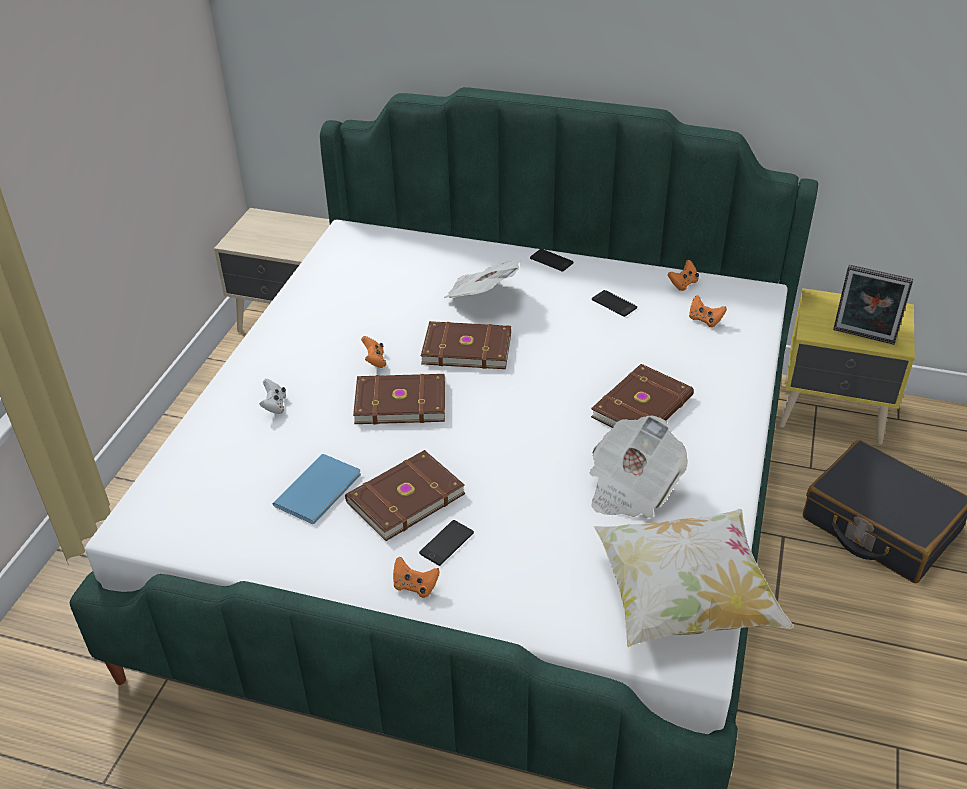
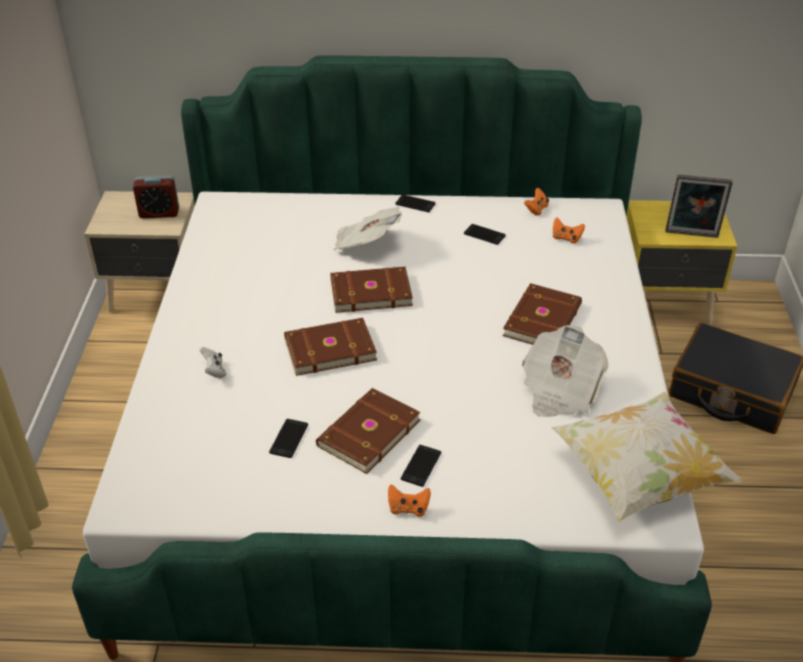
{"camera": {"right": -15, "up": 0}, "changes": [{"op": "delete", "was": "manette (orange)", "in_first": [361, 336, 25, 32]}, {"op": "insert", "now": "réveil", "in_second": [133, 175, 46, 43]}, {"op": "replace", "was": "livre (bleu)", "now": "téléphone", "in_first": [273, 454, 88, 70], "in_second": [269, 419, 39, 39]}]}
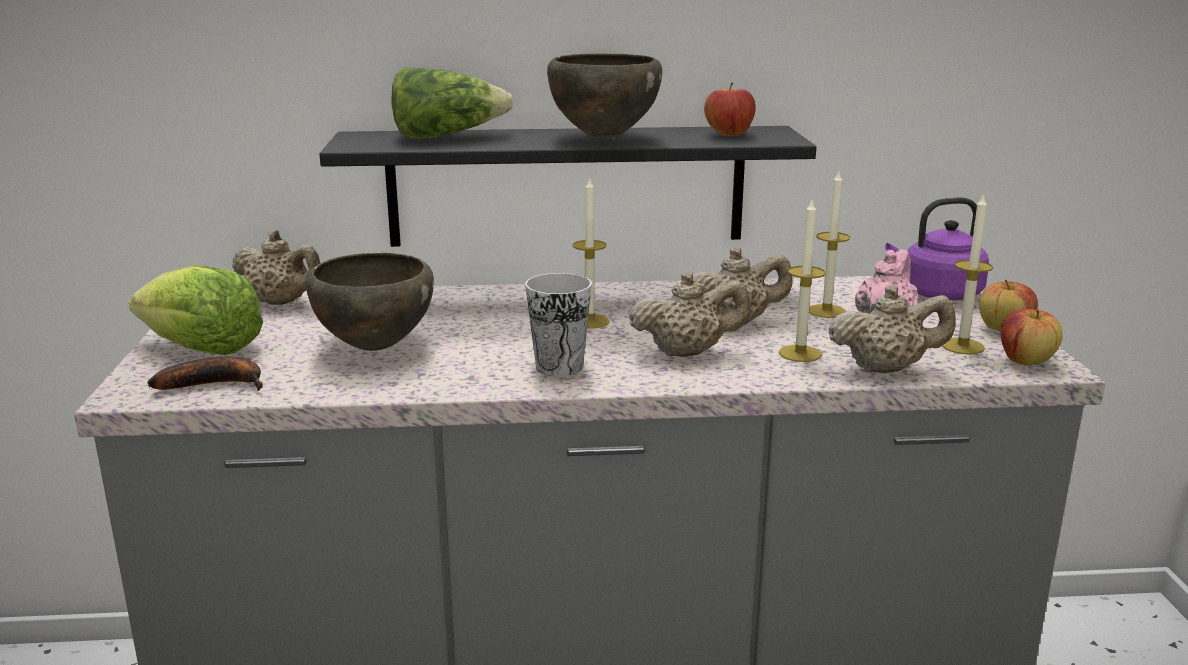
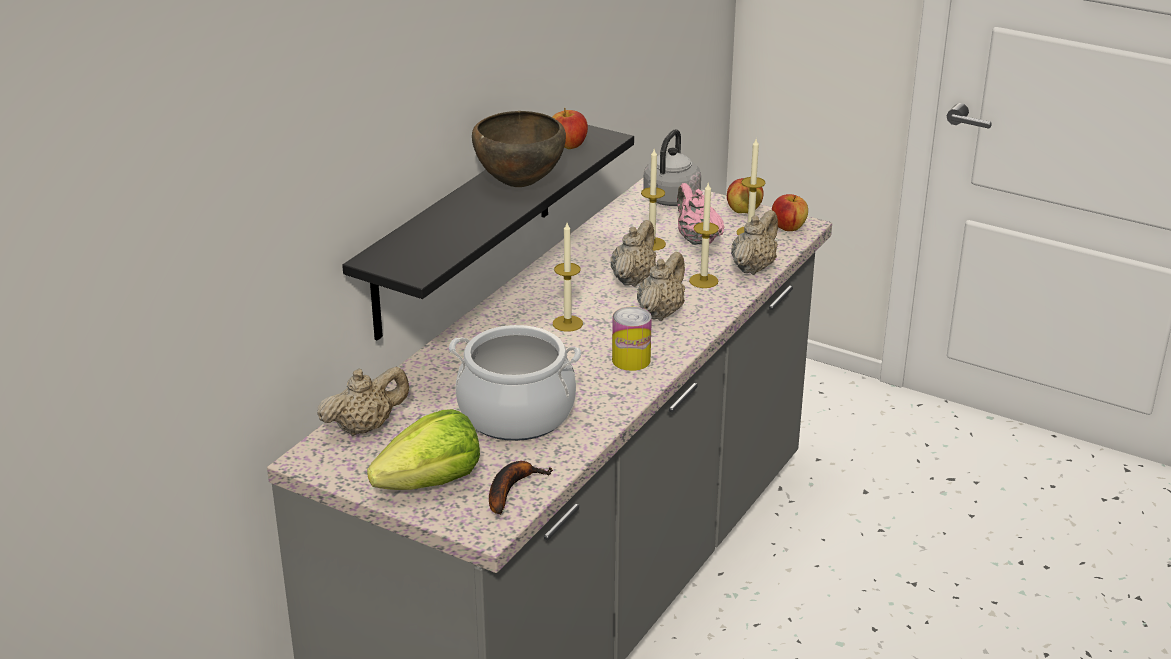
{"camera": {"right": -55, "up": 10}, "changes": [{"op": "delete", "was": "laitue", "in_first": [391, 68, 123, 71]}, {"op": "replace", "was": "bol (marron)", "now": "marmite", "in_first": [306, 253, 128, 98], "in_second": [449, 325, 132, 116]}, {"op": "replace", "was": "tasse", "now": "boîte métallique", "in_first": [525, 273, 67, 103], "in_second": [612, 307, 40, 64]}, {"op": "recolor", "was": "bouilloire (violet)", "now": "bouilloire (gris)", "in_first": [885, 197, 104, 104], "in_second": [643, 129, 58, 77]}]}
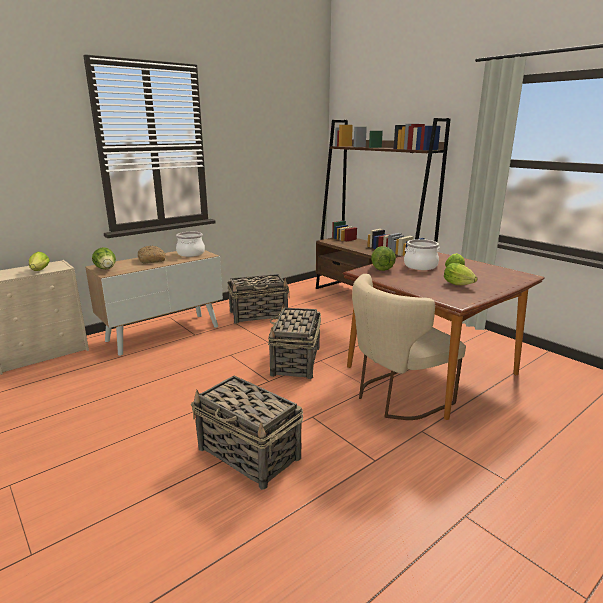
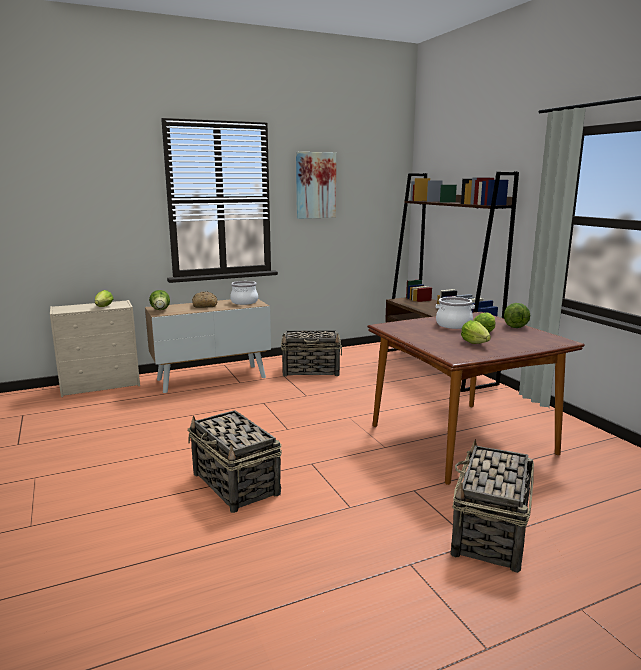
{"camera": {"right": 15, "up": -5}, "changes": [{"op": "delete", "was": "chaise (beige)", "in_first": [352, 274, 114, 146]}, {"op": "insert", "now": "tableau", "in_second": [296, 152, 40, 67]}, {"op": "move", "was": "panier", "in_first": [268, 303, 53, 76], "in_second": [451, 439, 83, 134]}, {"op": "move", "was": "laitue", "in_first": [371, 246, 25, 25], "in_second": [504, 303, 26, 25]}]}
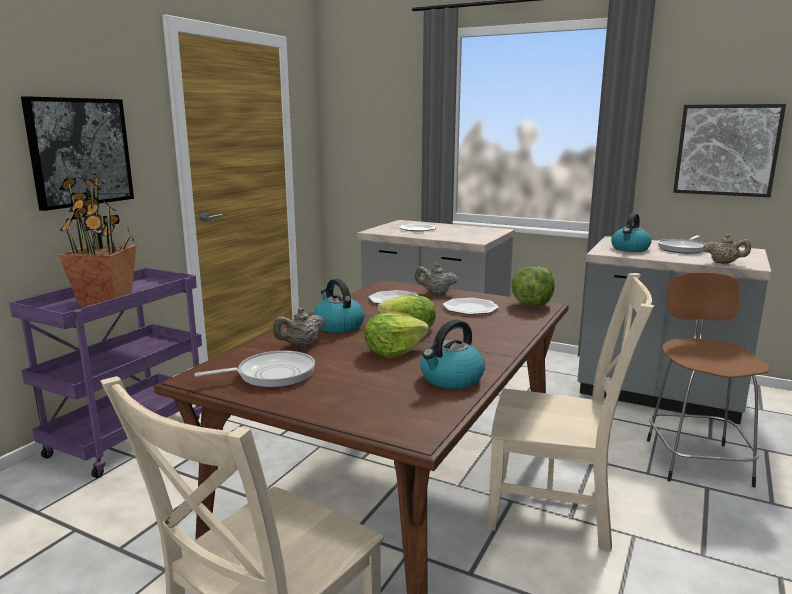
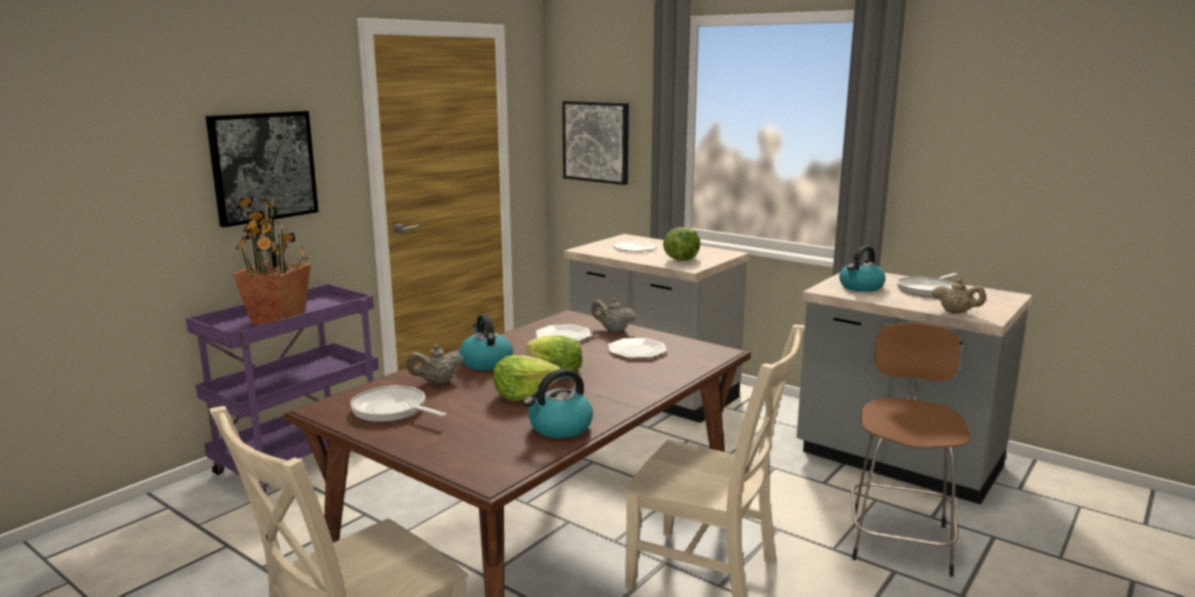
{"camera": {"right": 10, "up": 0}, "changes": [{"op": "move", "was": "laitue", "in_first": [511, 267, 44, 39], "in_second": [663, 227, 37, 34]}, {"op": "move", "was": "tableau", "in_first": [673, 104, 113, 93], "in_second": [562, 101, 67, 84]}, {"op": "rotate", "was": "poêle", "in_first": [194, 351, 121, 37], "in_second": [350, 386, 96, 36], "clockwise": -135}]}
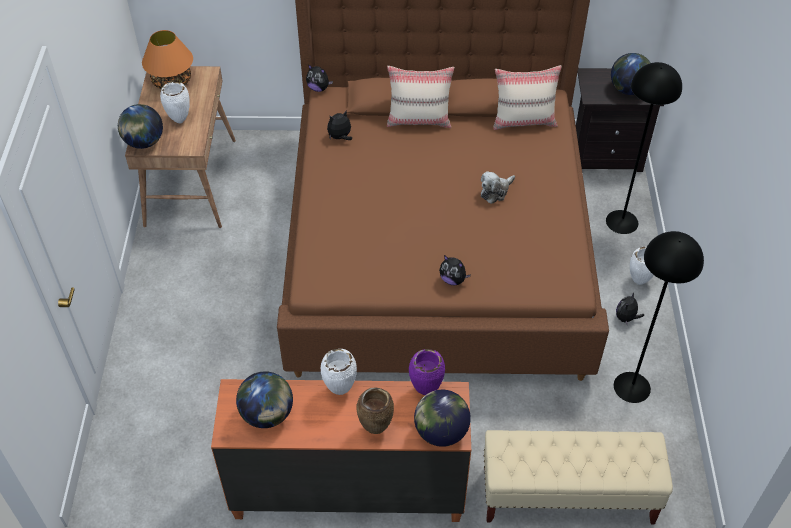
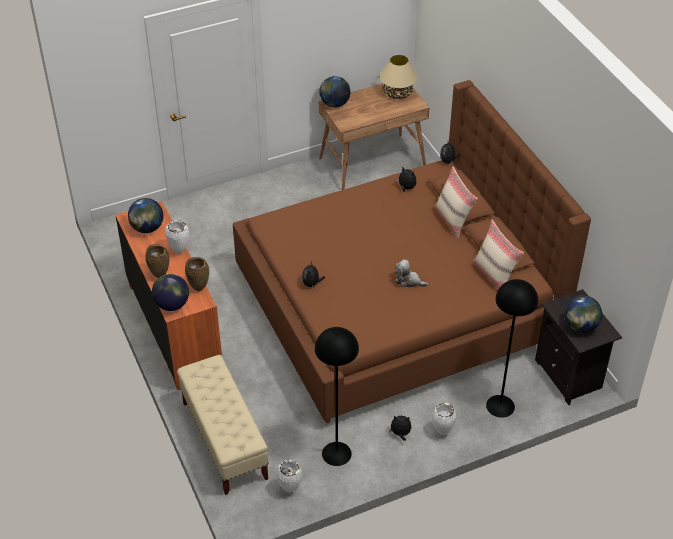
{"camera": {"right": 65, "up": -5}, "changes": [{"op": "move", "was": "vase (blanc)", "in_first": [160, 82, 30, 41], "in_second": [277, 460, 25, 33]}, {"op": "recolor", "was": "lampe de table (orange)", "now": "lampe de table (beige)", "in_first": [142, 30, 51, 59], "in_second": [380, 55, 37, 44]}, {"op": "recolor", "was": "vase (violet)", "now": "vase (marron)", "in_first": [409, 349, 36, 46], "in_second": [185, 257, 24, 34]}]}
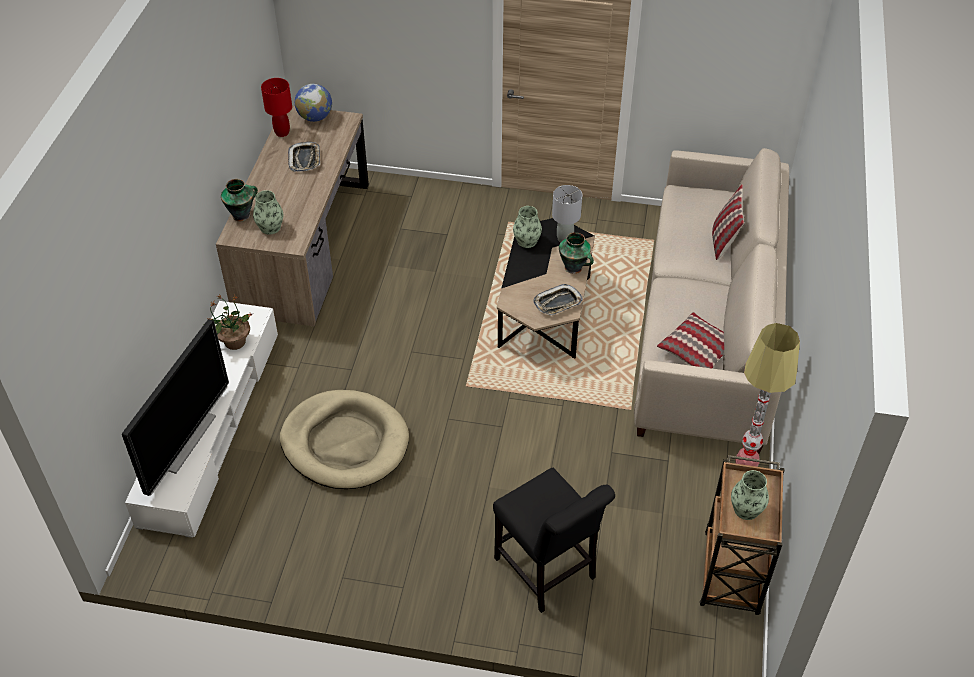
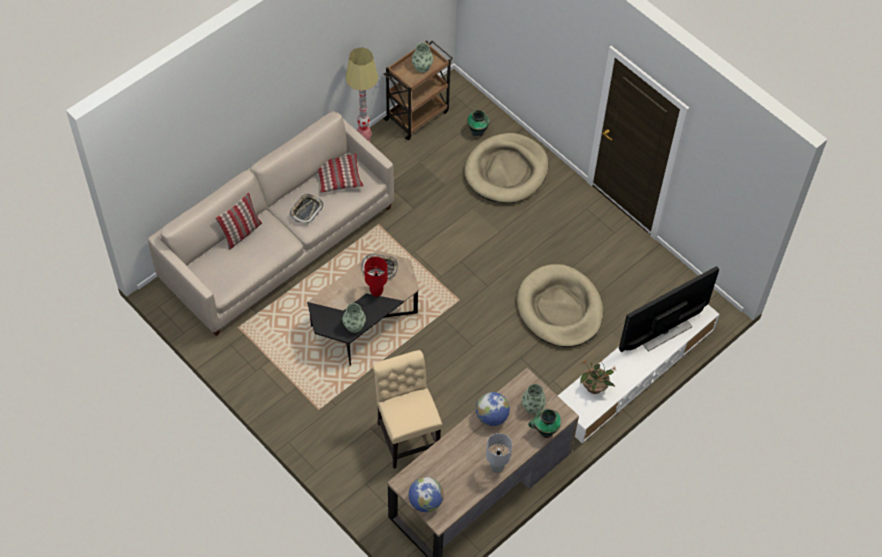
{"camera": {"right": -145, "up": 10}, "changes": [{"op": "insert", "now": "chaise (beige)", "in_second": [373, 350, 69, 119]}, {"op": "insert", "now": "globe", "in_second": [476, 392, 34, 34]}, {"op": "move", "was": "lampe de table (rouge)", "in_first": [261, 78, 31, 59], "in_second": [364, 257, 24, 40]}, {"op": "move", "was": "plateau", "in_first": [288, 142, 32, 30], "in_second": [290, 194, 33, 30]}, {"op": "move", "was": "lampe de table (gris)", "in_first": [552, 185, 30, 58], "in_second": [486, 433, 26, 40]}, {"op": "move", "was": "vase", "in_first": [559, 233, 35, 41], "in_second": [467, 110, 23, 27]}, {"op": "replace", "was": "chaise (noir)", "now": "panier pour chien (beige)", "in_first": [493, 467, 122, 146], "in_second": [464, 133, 85, 70]}]}
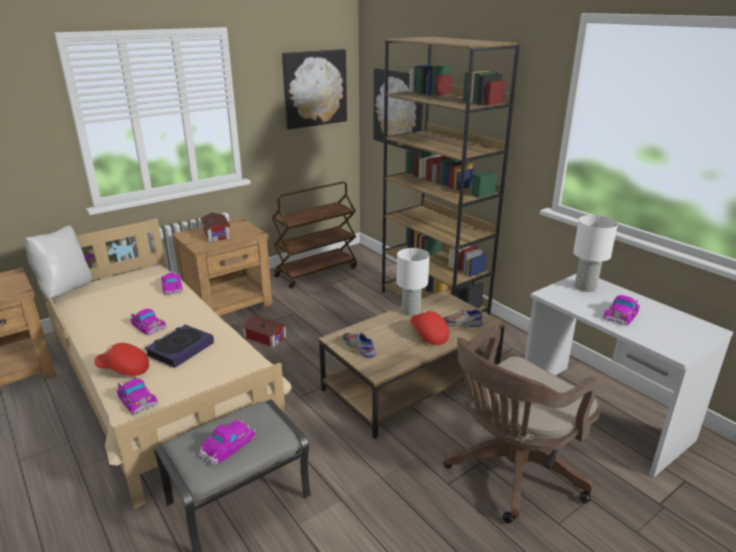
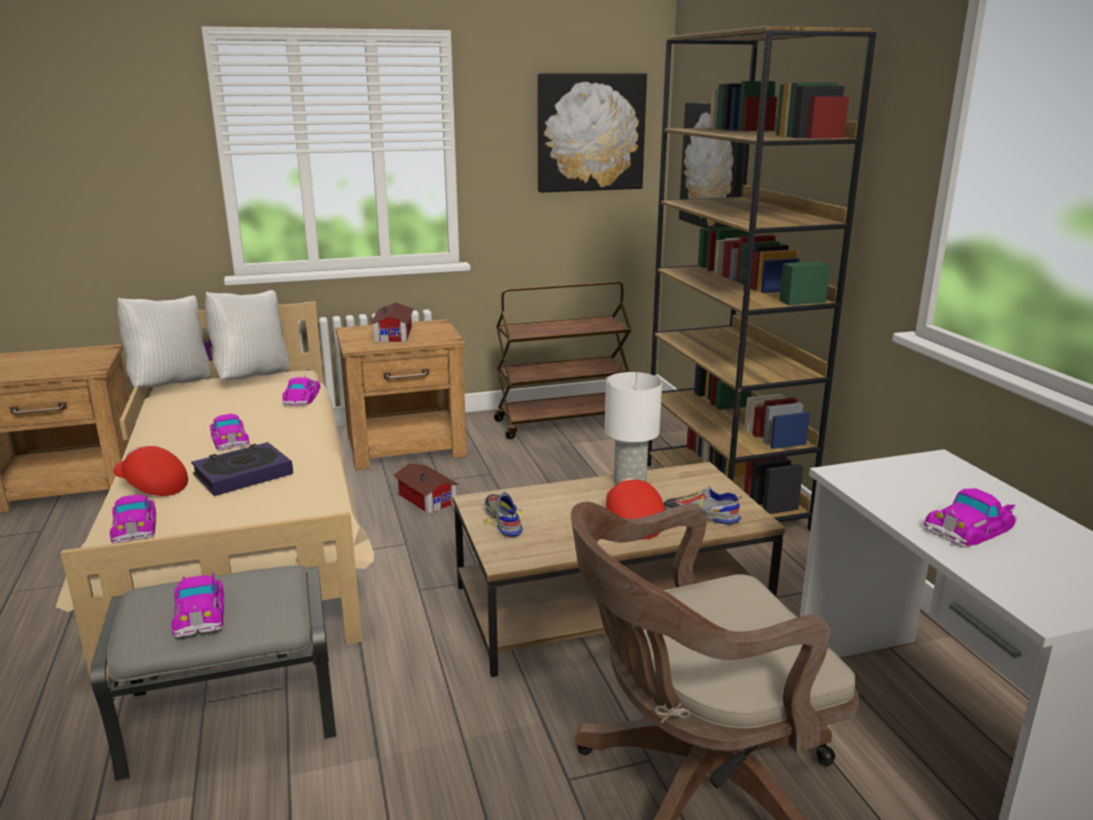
{"camera": {"right": 20, "up": -5}, "changes": [{"op": "delete", "was": "lampe de table (blanc)", "in_first": [573, 215, 45, 77]}, {"op": "insert", "now": "coussin (blanc)", "in_second": [205, 290, 85, 90]}, {"op": "rotate", "was": "petite voiture", "in_first": [198, 419, 57, 45], "in_second": [171, 571, 53, 66], "clockwise": 105}]}
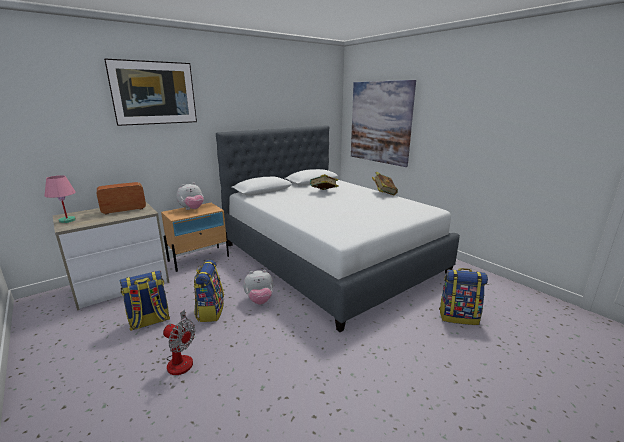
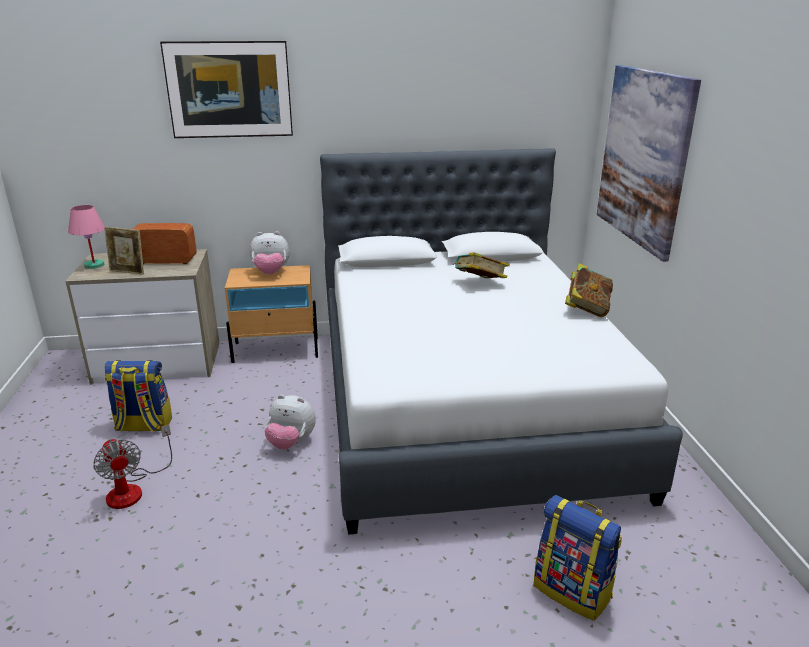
{"camera": {"right": 30, "up": 5}, "changes": [{"op": "delete", "was": "sac à dos", "in_first": [194, 260, 30, 62]}, {"op": "insert", "now": "cadre photo", "in_second": [104, 226, 40, 49]}]}
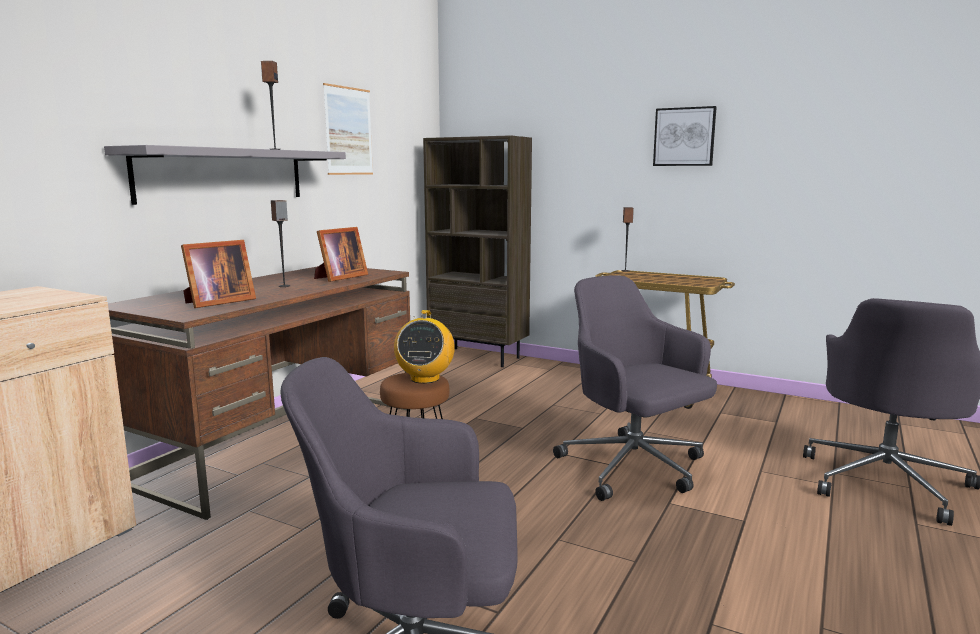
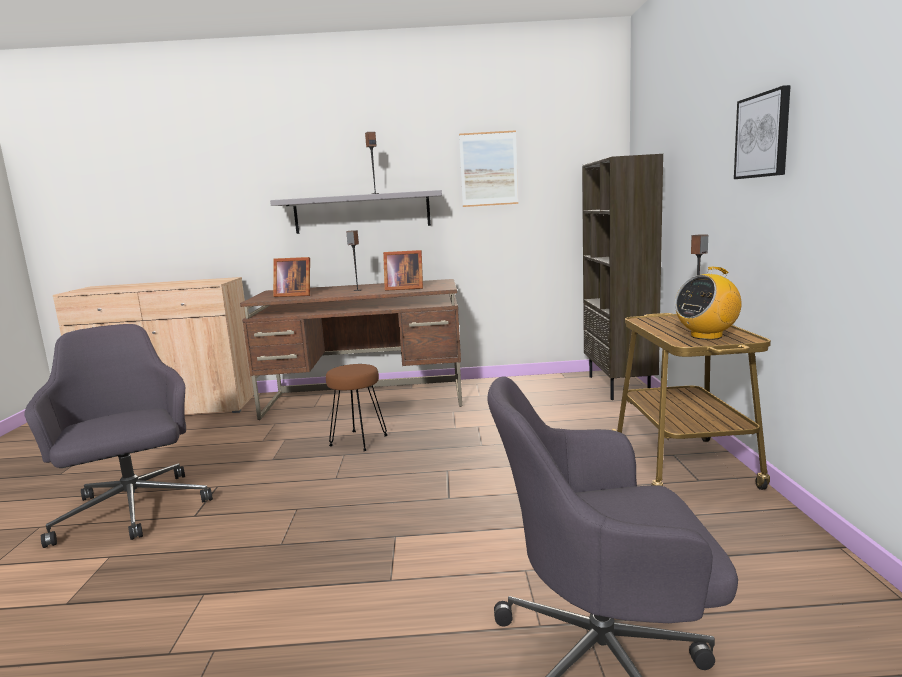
{"camera": {"right": 60, "up": 0}, "changes": [{"op": "delete", "was": "chaise de bureau (gris)", "in_first": [553, 275, 164, 226]}, {"op": "move", "was": "radio", "in_first": [394, 310, 61, 74], "in_second": [675, 267, 67, 73]}]}
